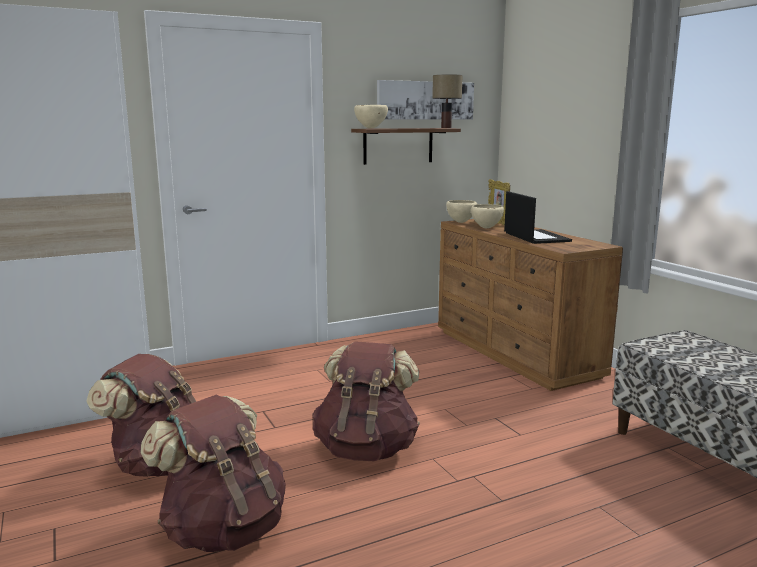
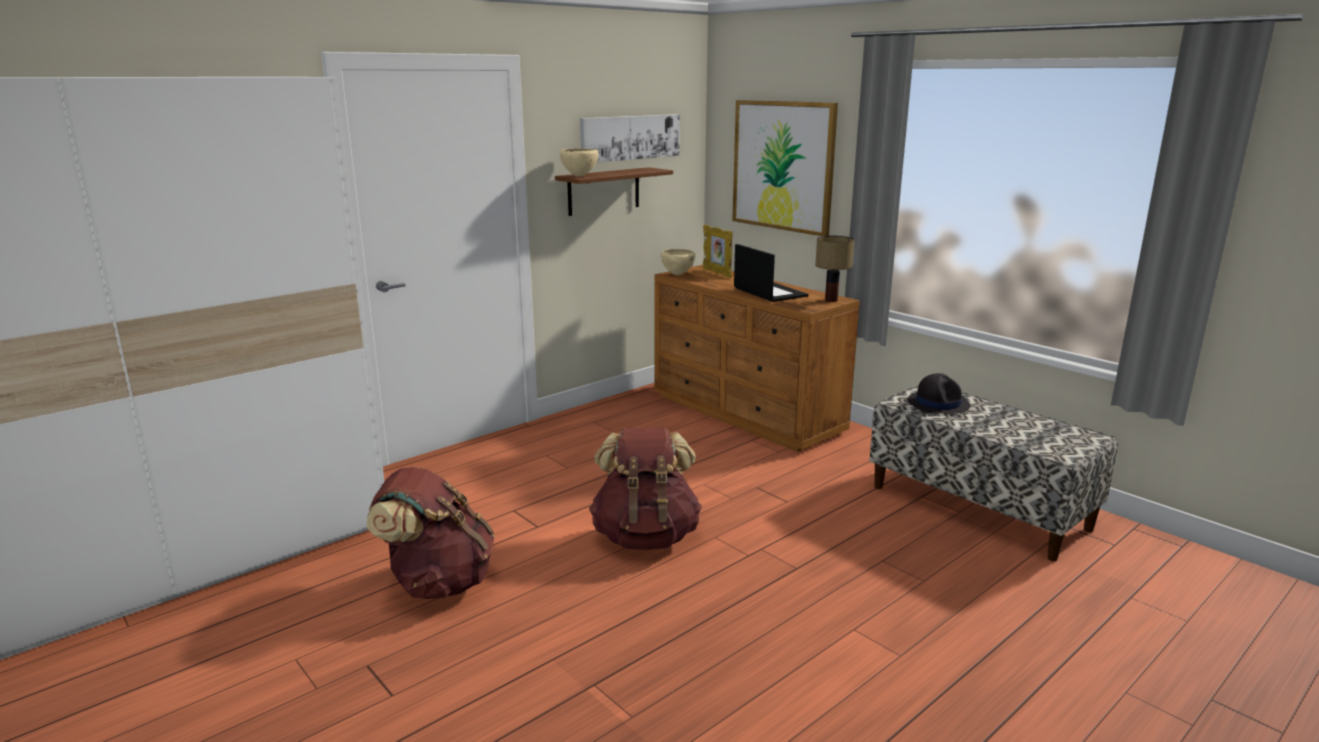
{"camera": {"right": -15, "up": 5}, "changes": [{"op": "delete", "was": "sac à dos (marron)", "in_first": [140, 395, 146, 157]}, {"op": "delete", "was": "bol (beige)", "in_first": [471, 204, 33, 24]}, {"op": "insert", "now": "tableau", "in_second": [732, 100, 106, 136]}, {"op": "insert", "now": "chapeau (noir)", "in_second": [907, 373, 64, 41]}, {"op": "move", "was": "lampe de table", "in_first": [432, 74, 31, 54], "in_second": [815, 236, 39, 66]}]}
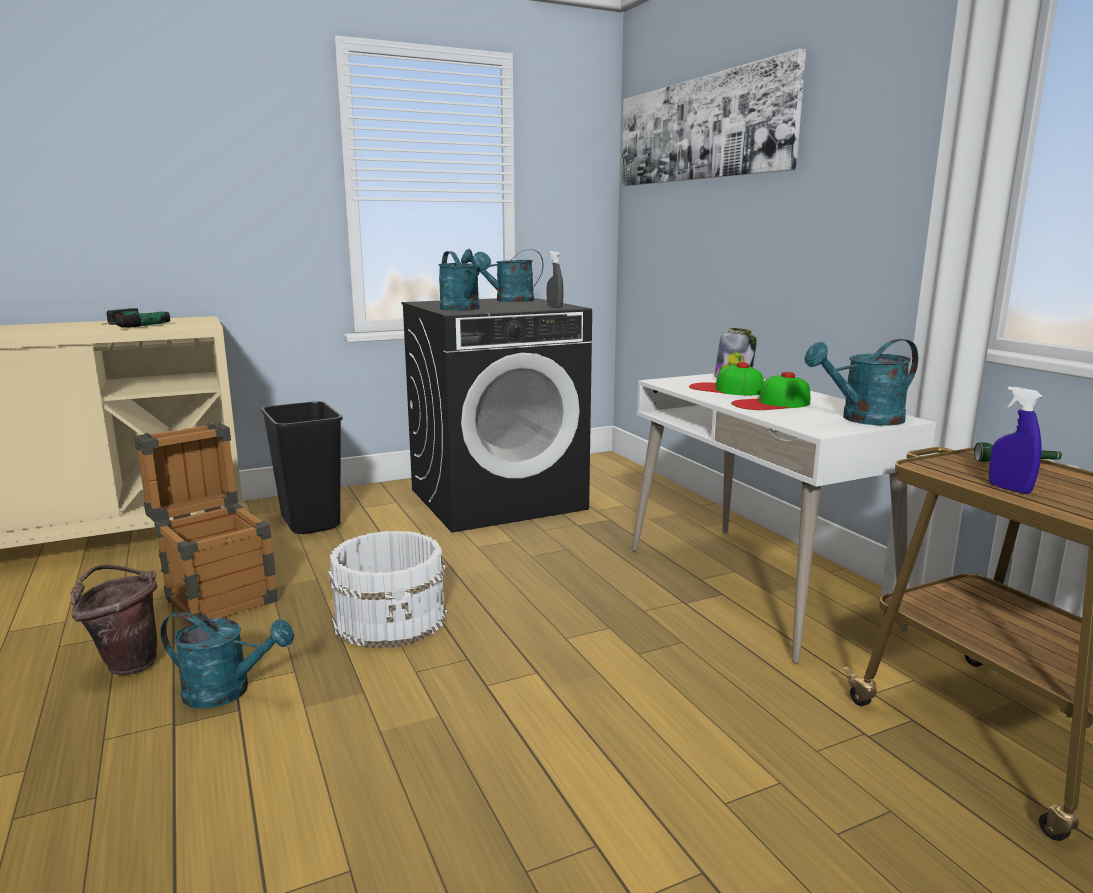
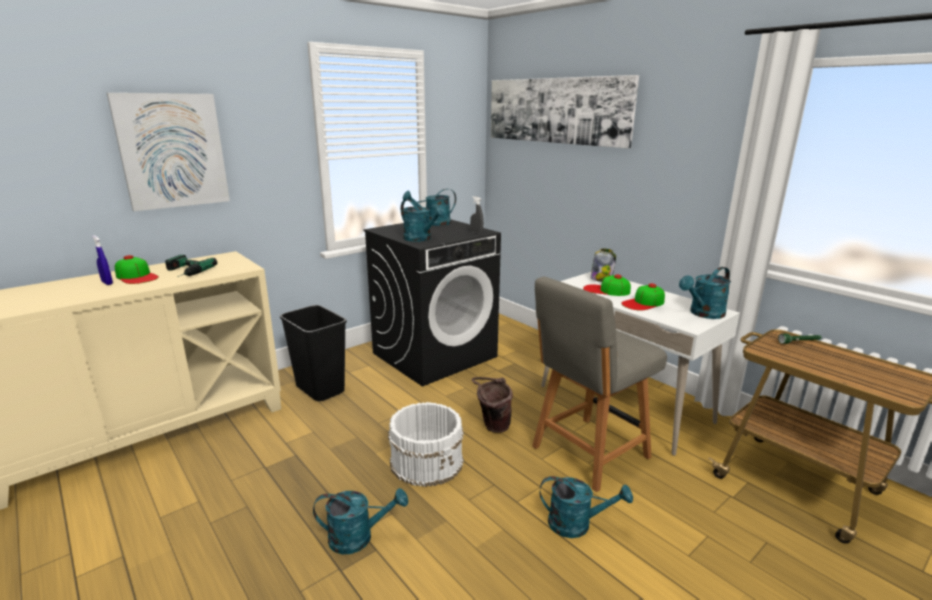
{"camera": {"right": -15, "up": 5}, "changes": [{"op": "delete", "was": "caisse", "in_first": [134, 422, 144, 202]}, {"op": "insert", "now": "tableau", "in_second": [107, 93, 123, 118]}, {"op": "insert", "now": "casquette", "in_second": [115, 255, 44, 29]}, {"op": "insert", "now": "chaise (gris)", "in_second": [532, 277, 135, 215]}, {"op": "insert", "now": "arrosoir (turquoise)", "in_second": [540, 476, 93, 62]}, {"op": "move", "was": "seau (marron)", "in_first": [71, 565, 86, 110], "in_second": [472, 377, 41, 56]}, {"op": "move", "was": "vaporisateur (bleu)", "in_first": [989, 386, 54, 108], "in_second": [92, 235, 21, 50]}]}
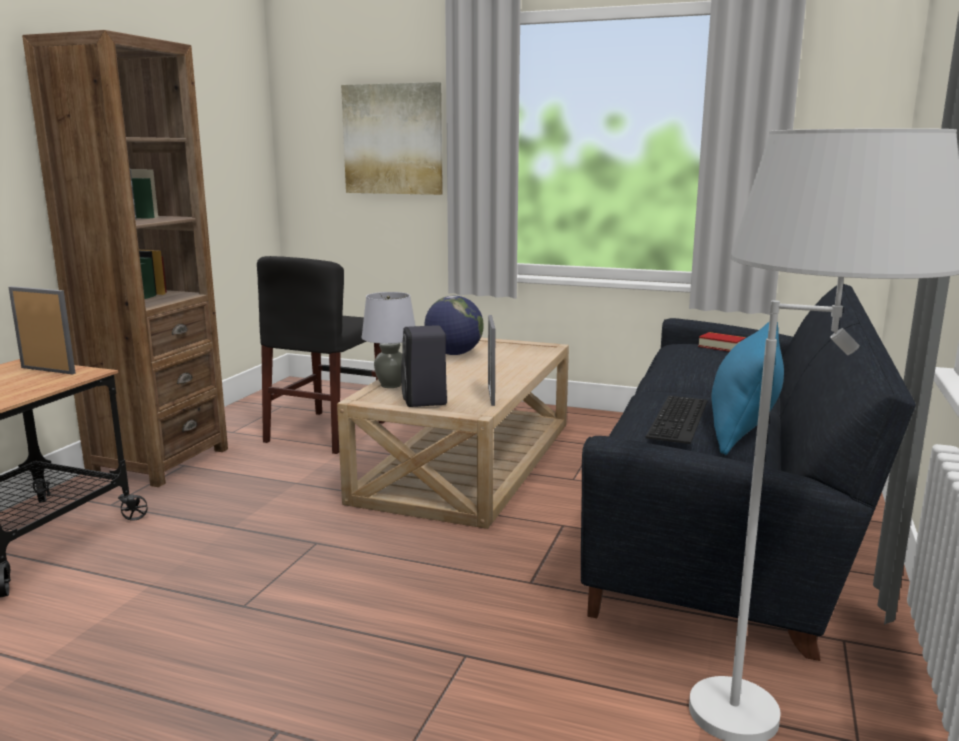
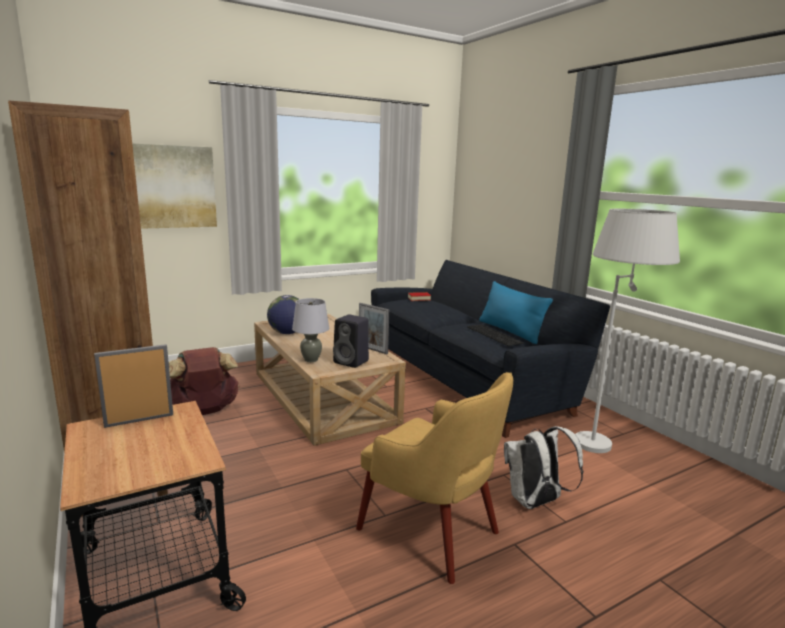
{"camera": {"right": -50, "up": 0}, "changes": [{"op": "insert", "now": "fauteuil (jaune)", "in_second": [356, 372, 157, 212]}, {"op": "insert", "now": "sac à dos (blanc)", "in_second": [504, 426, 79, 83]}, {"op": "replace", "was": "chaise (noir)", "now": "sac à dos (marron)", "in_first": [257, 256, 128, 198], "in_second": [169, 347, 70, 68]}]}
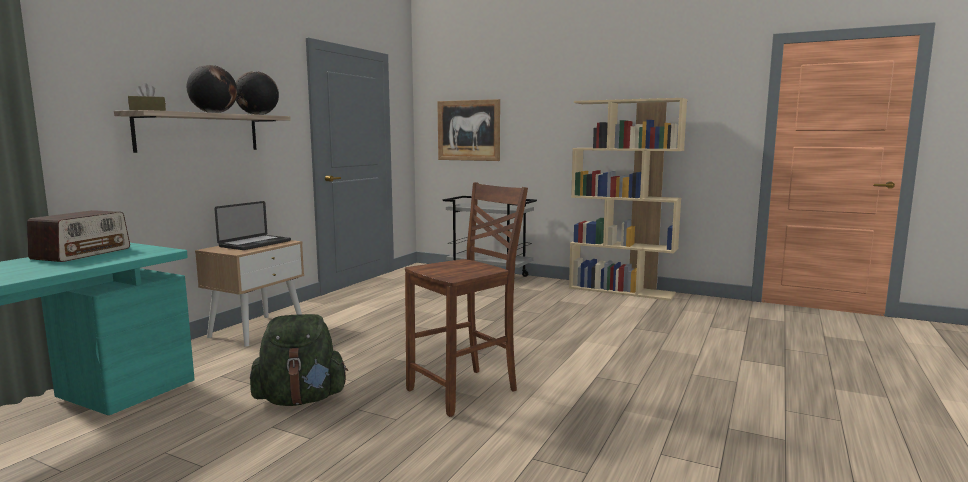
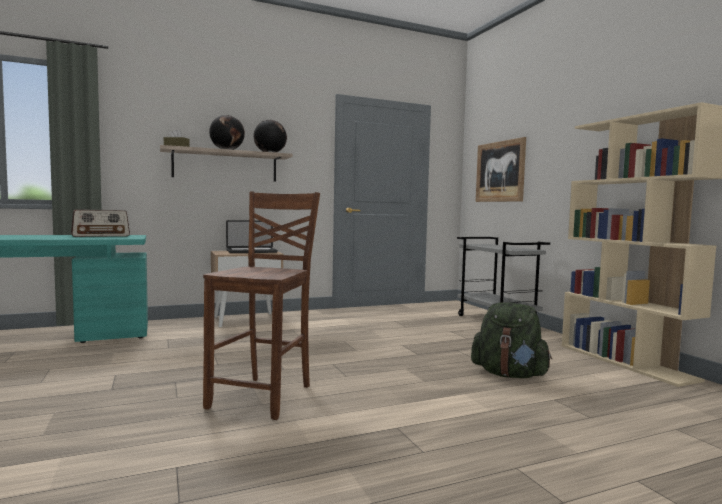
{"camera": {"right": 40, "up": -5}, "changes": [{"op": "move", "was": "sac à dos (vert)", "in_first": [250, 314, 98, 92], "in_second": [471, 302, 81, 76]}, {"op": "rotate", "was": "chaise (marron)", "in_first": [405, 182, 123, 235], "in_second": [203, 191, 117, 229], "clockwise": -75}]}
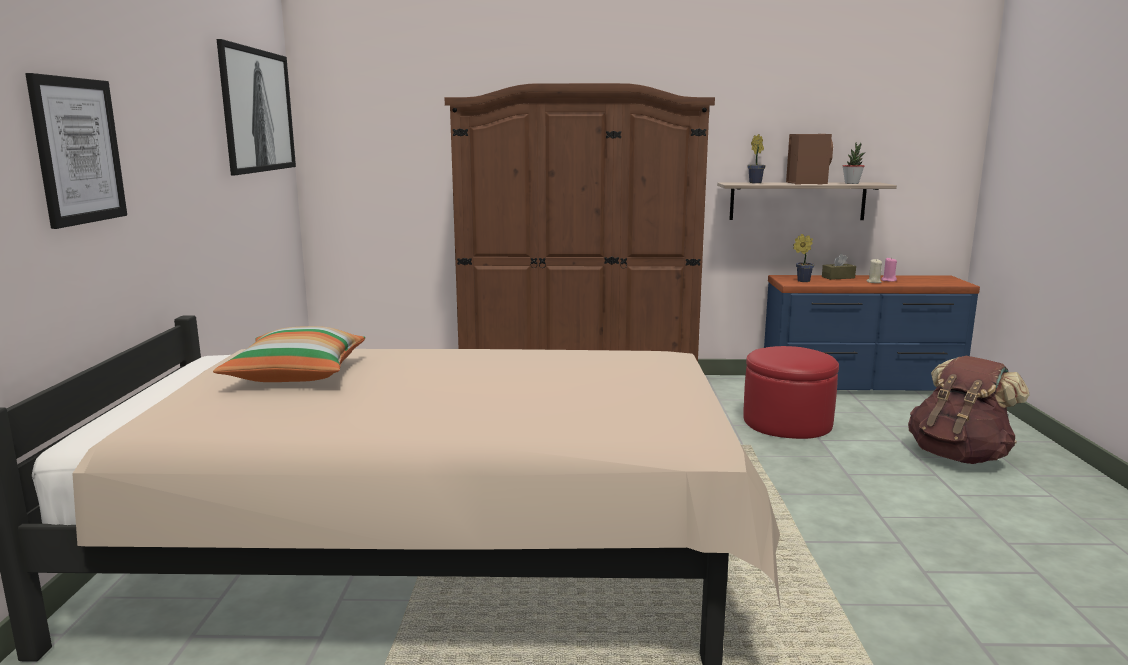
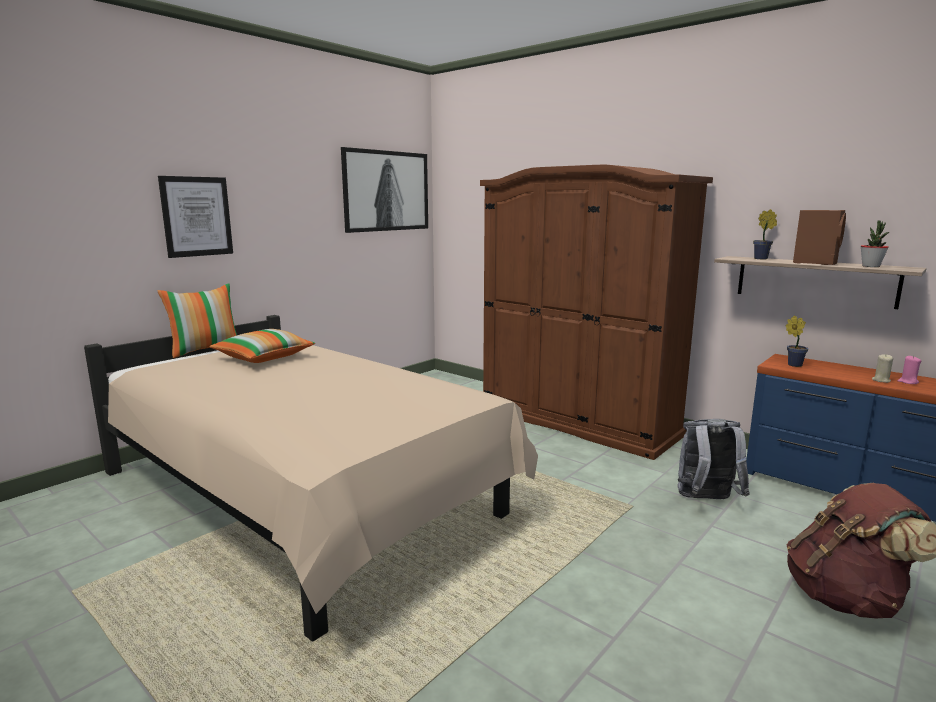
{"camera": {"right": 40, "up": 0}, "changes": [{"op": "delete", "was": "boîte à mouchoirs (marron)", "in_first": [822, 254, 34, 26]}, {"op": "insert", "now": "coussin", "in_second": [158, 283, 79, 75]}, {"op": "replace", "was": "pouf (rouge)", "now": "sac à dos (gris)", "in_first": [743, 346, 96, 93], "in_second": [678, 419, 72, 80]}]}
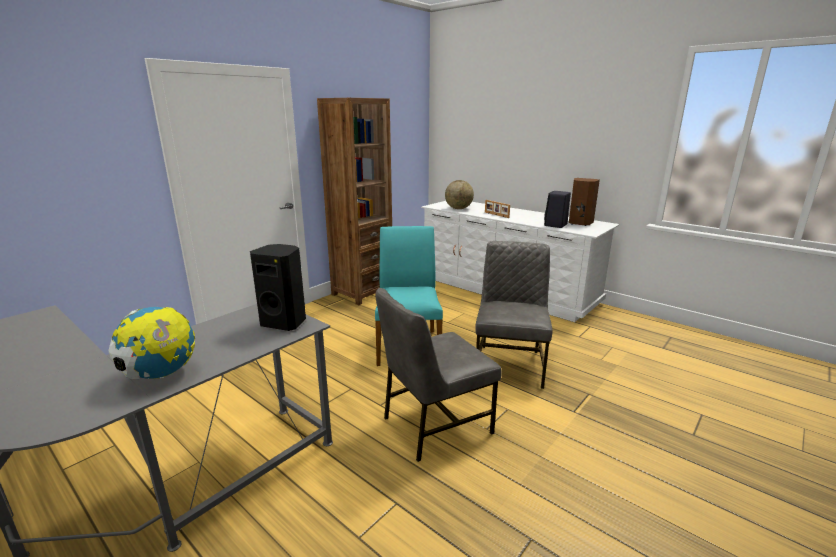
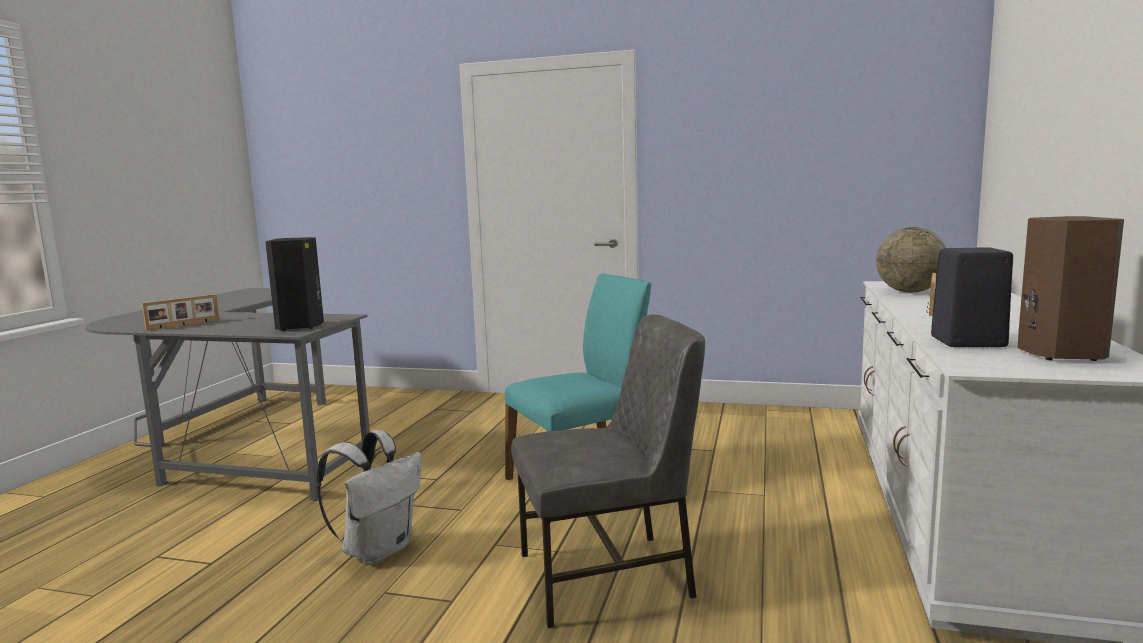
{"camera": {"right": 65, "up": -10}, "changes": [{"op": "delete", "was": "bibliothèque (marron)", "in_first": [317, 98, 75, 207]}, {"op": "replace", "was": "globe", "now": "cadre photo", "in_first": [108, 307, 87, 72], "in_second": [142, 294, 77, 37]}, {"op": "replace", "was": "chaise (gris)", "now": "sac à dos (blanc)", "in_first": [375, 288, 127, 174], "in_second": [317, 430, 105, 134]}]}
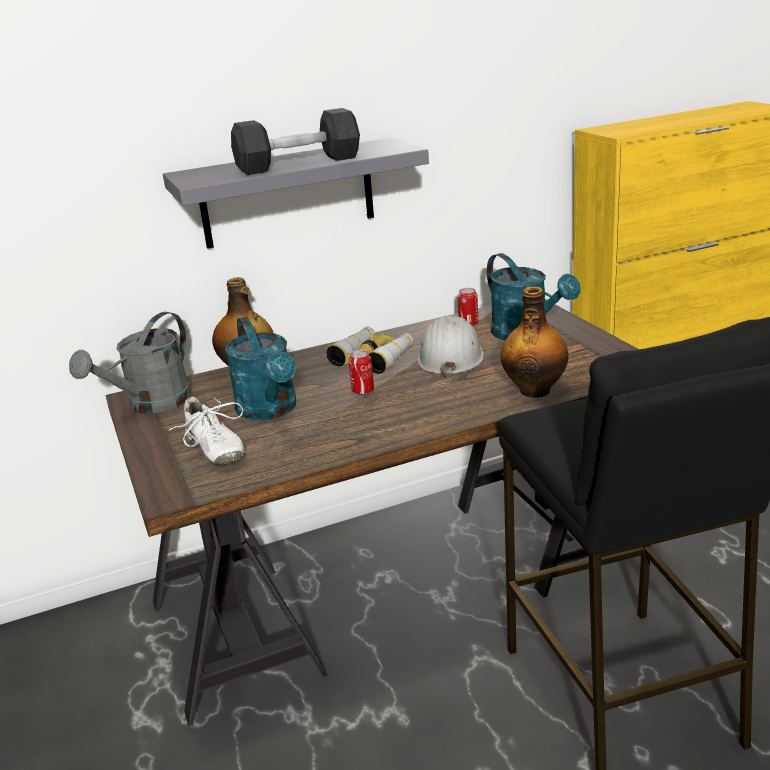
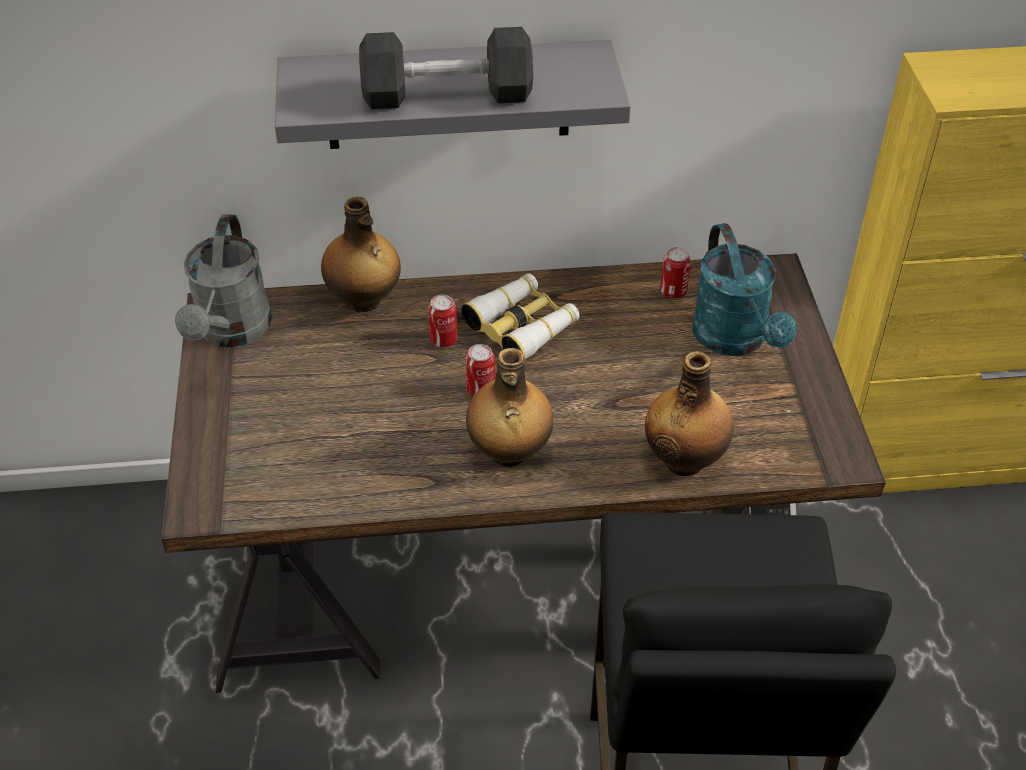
{"camera": {"right": 15, "up": 20}, "changes": [{"op": "delete", "was": "chaussure (blanc)", "in_first": [169, 396, 76, 69]}, {"op": "delete", "was": "arrosoir (turquoise)", "in_first": [225, 316, 71, 105]}, {"op": "delete", "was": "casque de chantier (blanc)", "in_first": [418, 316, 66, 62]}, {"op": "insert", "now": "boîte métallique", "in_second": [428, 295, 30, 52]}, {"op": "insert", "now": "bouteille", "in_second": [466, 348, 87, 119]}, {"op": "rotate", "was": "arrosoir (gris)", "in_first": [69, 312, 122, 101], "in_second": [175, 214, 97, 133], "clockwise": -45}]}
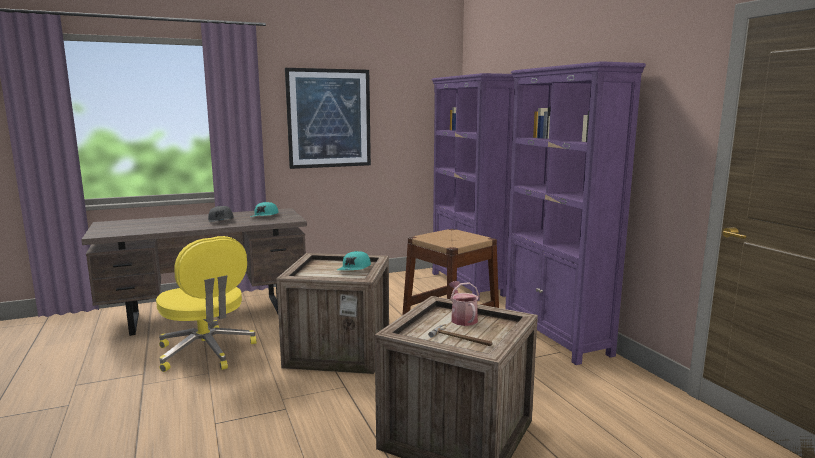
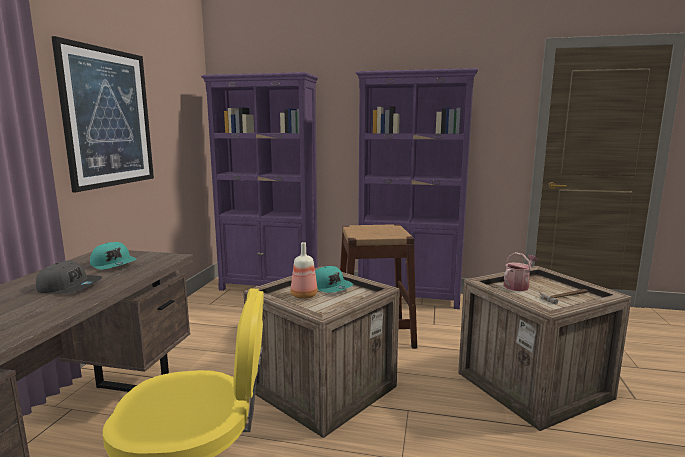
{"camera": {"right": -55, "up": 0}, "changes": [{"op": "insert", "now": "bouteille", "in_second": [291, 242, 27, 57]}, {"op": "rotate", "was": "arrosoir", "in_first": [449, 281, 30, 45], "in_second": [504, 252, 34, 39], "clockwise": 120}]}
